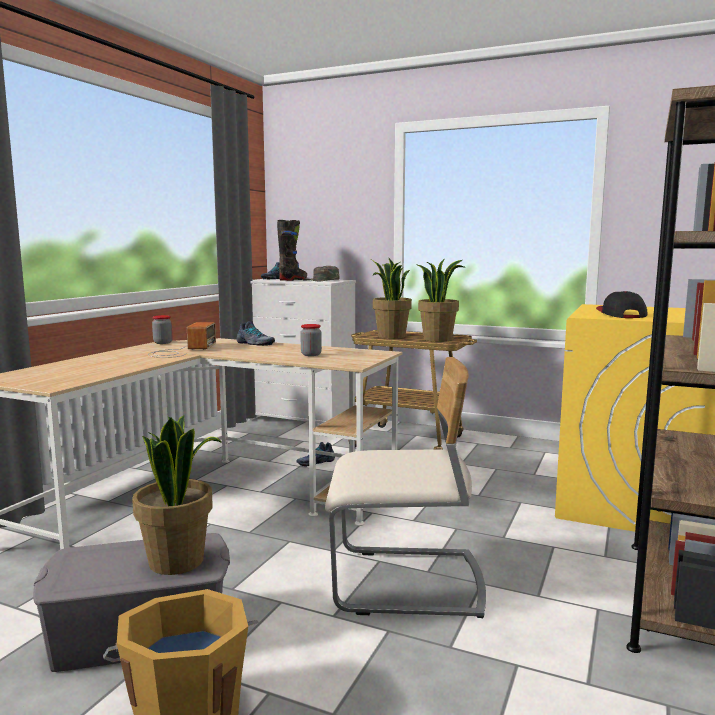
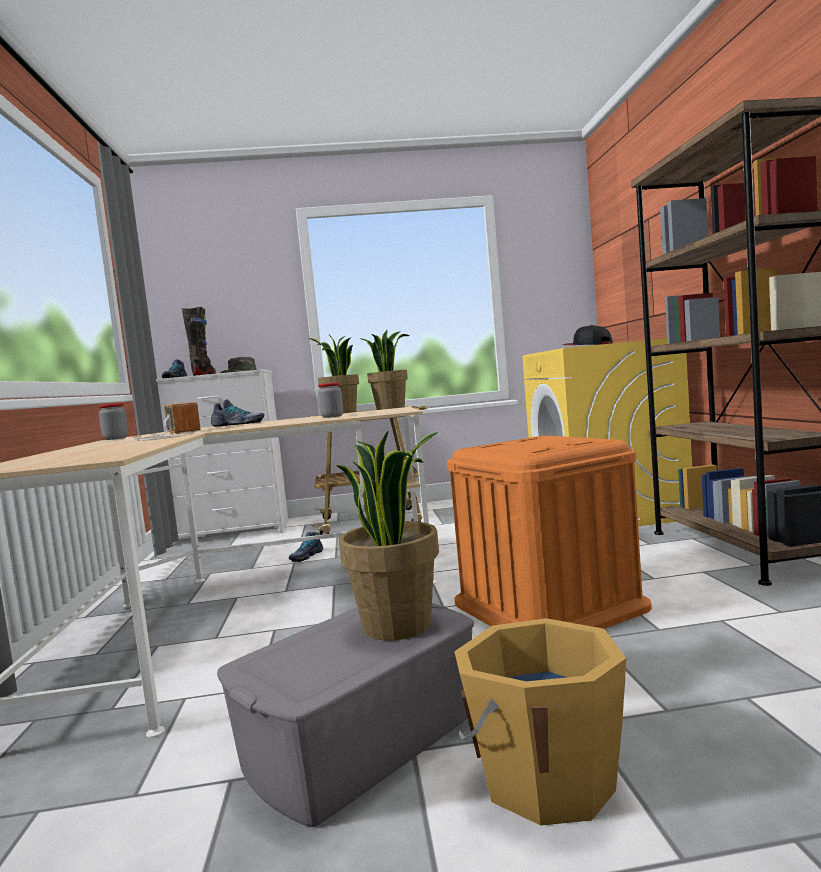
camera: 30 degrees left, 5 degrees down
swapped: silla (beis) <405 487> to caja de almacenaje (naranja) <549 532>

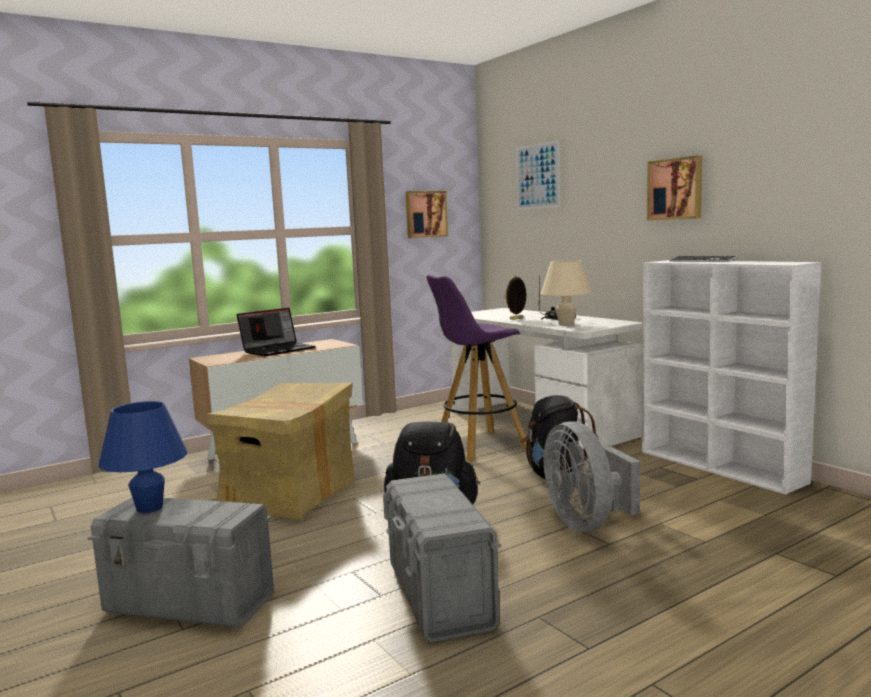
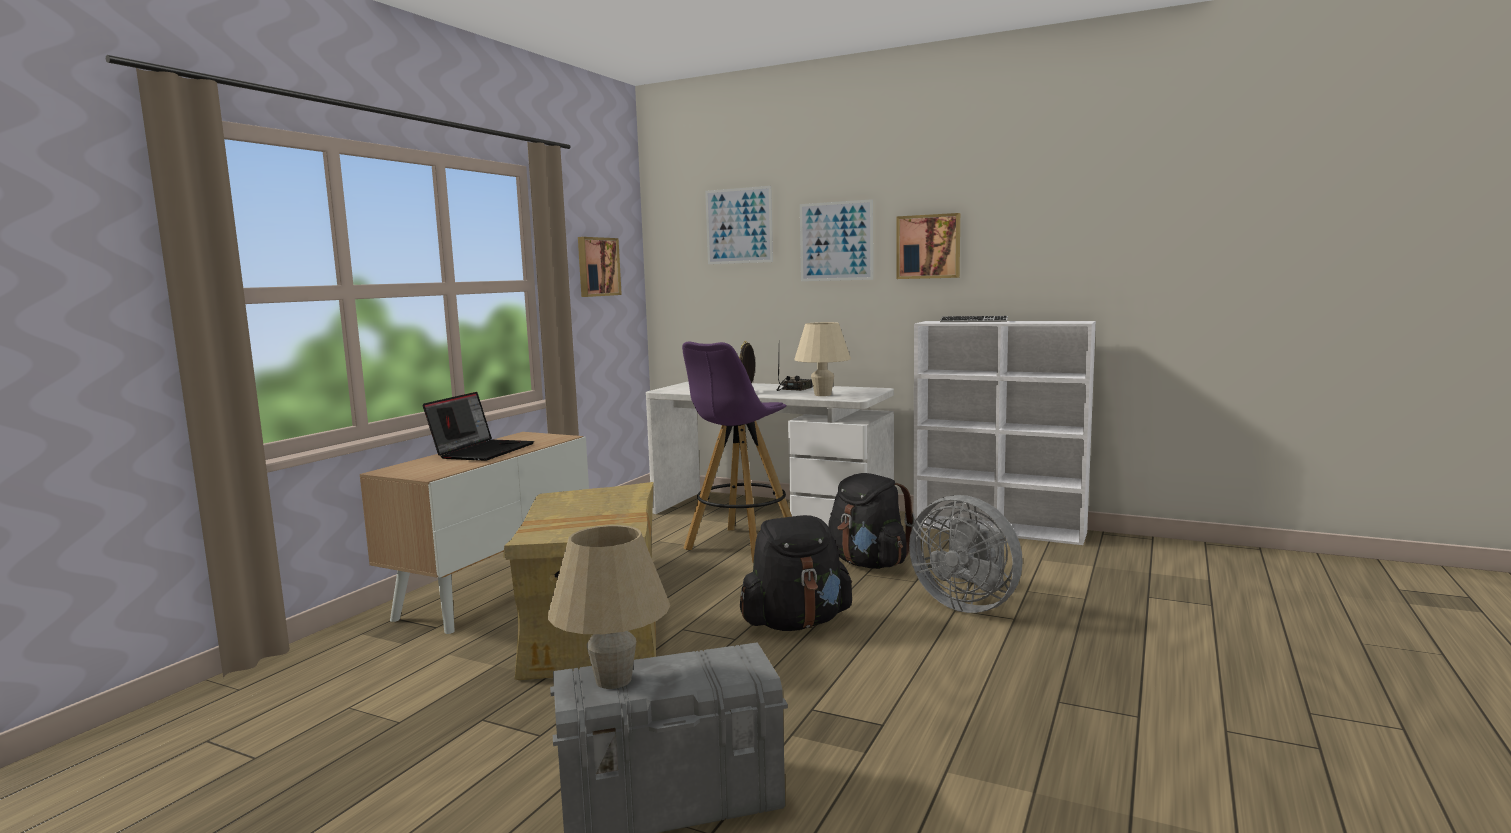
camera: 30 degrees left, 0 degrees up
gone: caja de almacenaje (gris) <442 558>
new: cuadro <836 240>
repainted: lámpara de mesa (azul) <142 457> to lámpara de mesa (beis) <609 607>

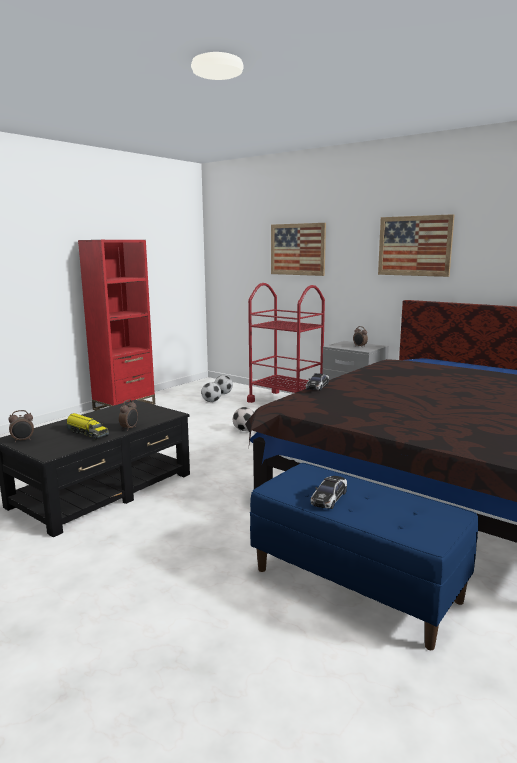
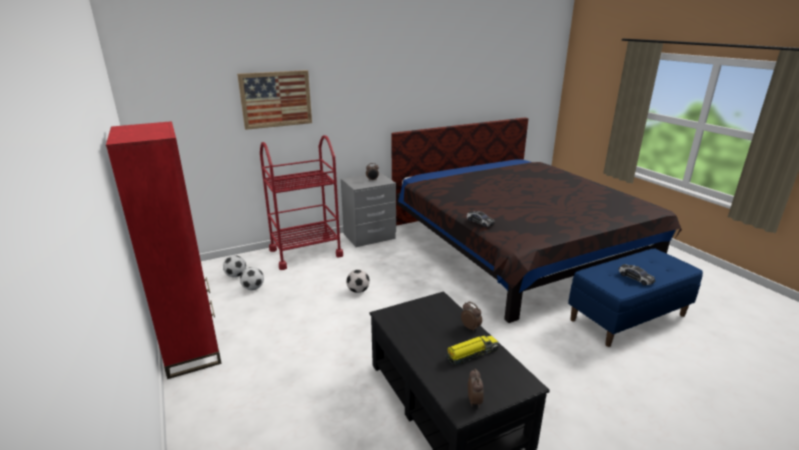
camera: 65 degrees left, 10 degrees up
gone: cuadro <416 245>

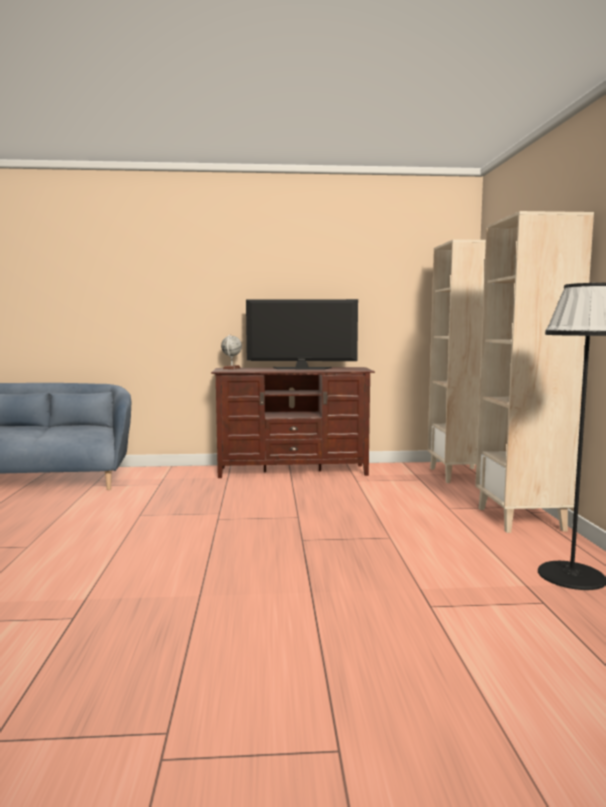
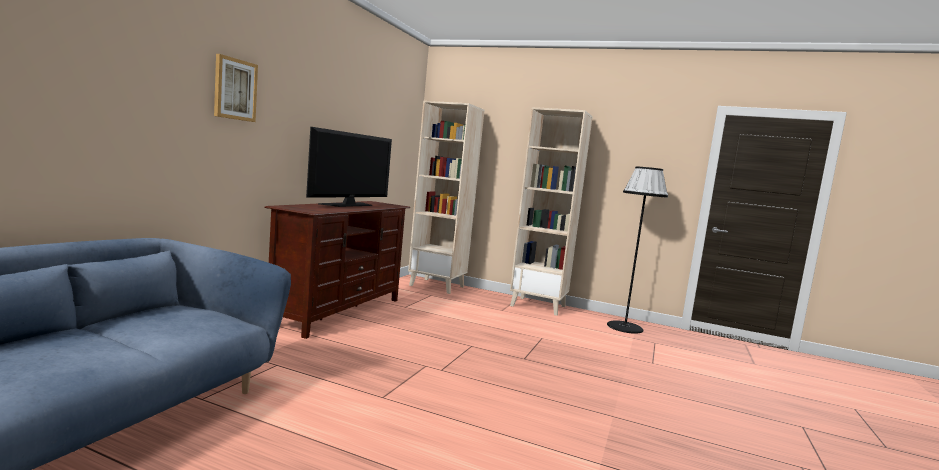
camera: 65 degrees left, 0 degrees up
gone: globo terráqueo <231 352>
new: cuadro <236 88>

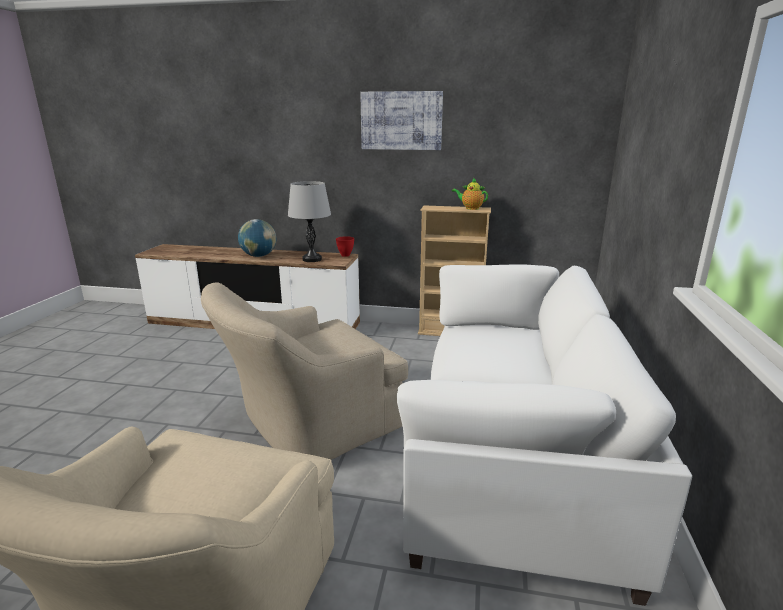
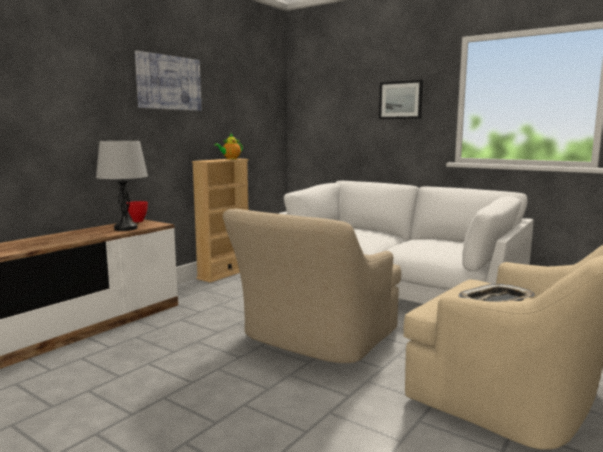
camera: 65 degrees left, 10 degrees down
gone: globo terráqueo <257 238>
new: cuadro <401 99>; bandeja <496 293>
rotated: sillón (beis) <304 371> = <312 286> 45 degrees clockwise

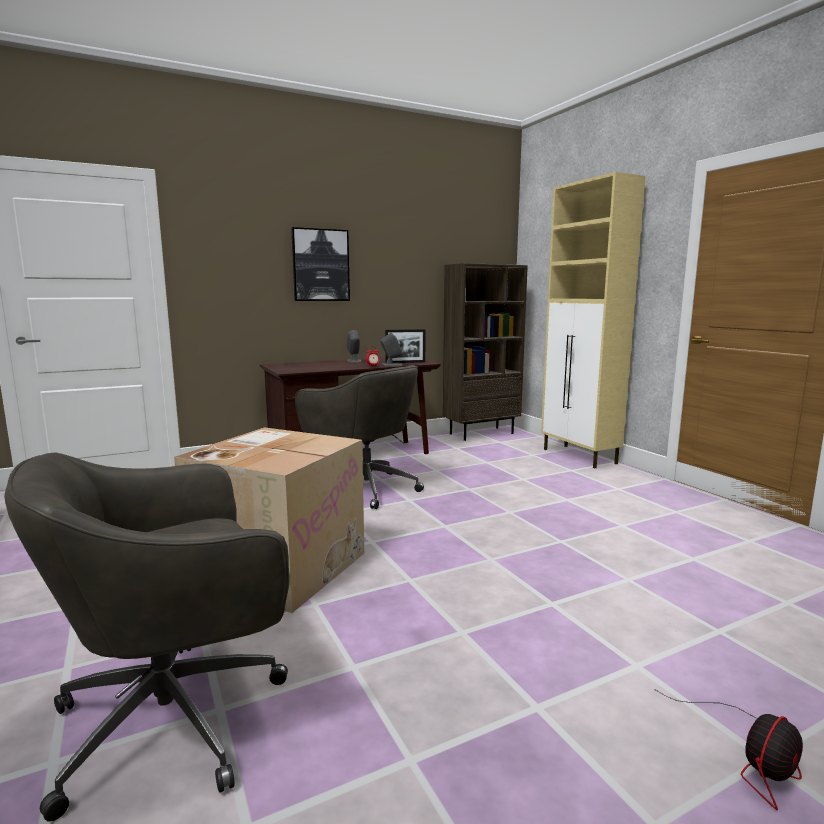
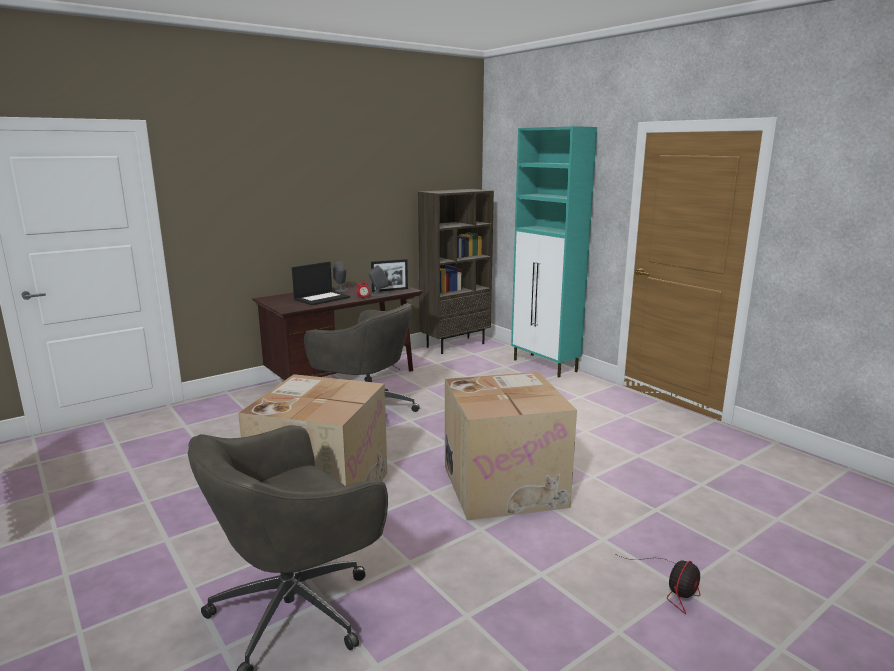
camera: 10 degrees left, 5 degrees up
gone: cuadro <320 264>
new: portátil <321 283>; caja de cartón <511 446>
repainted: armario (beis) <593 320> to armario (turquesa) <554 251>

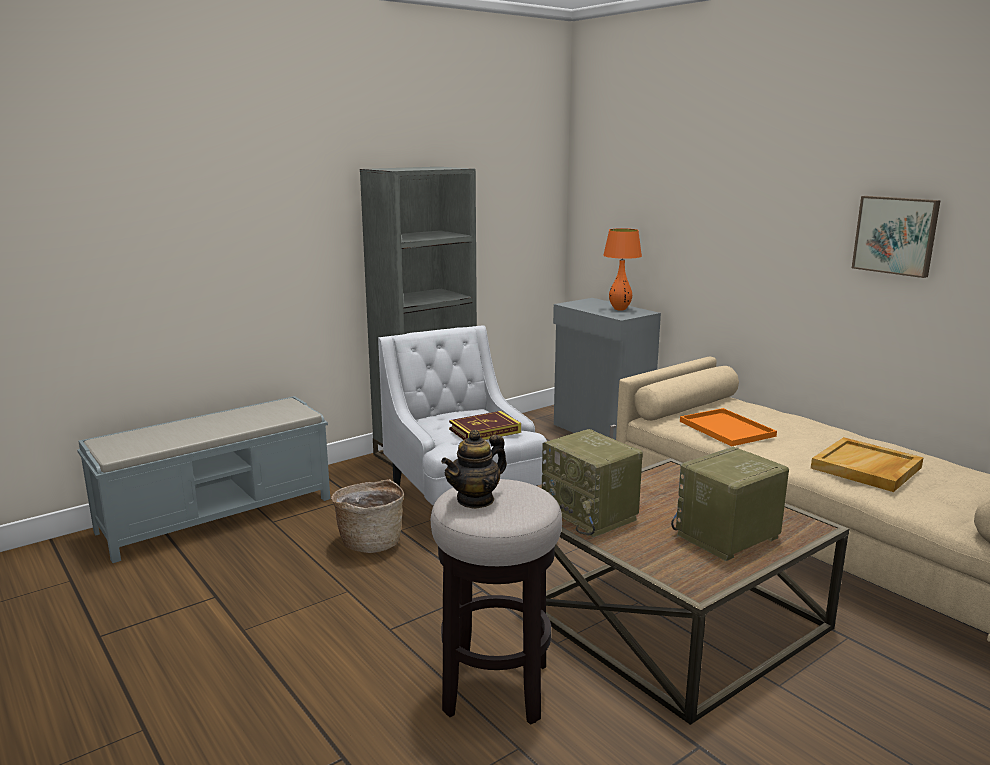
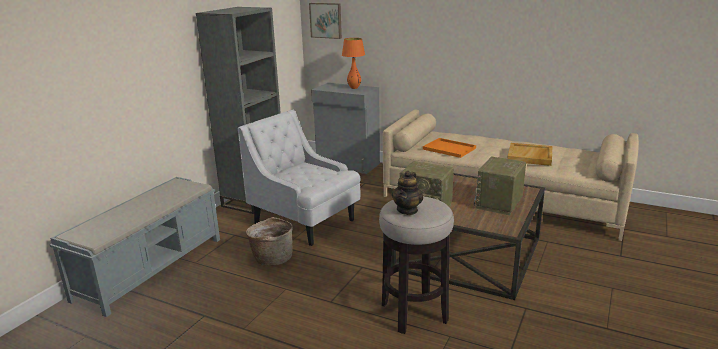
camera: 25 degrees left, 5 degrees up
gone: libro <485 425>
shifted: cuadro <896 237> to <325 21>

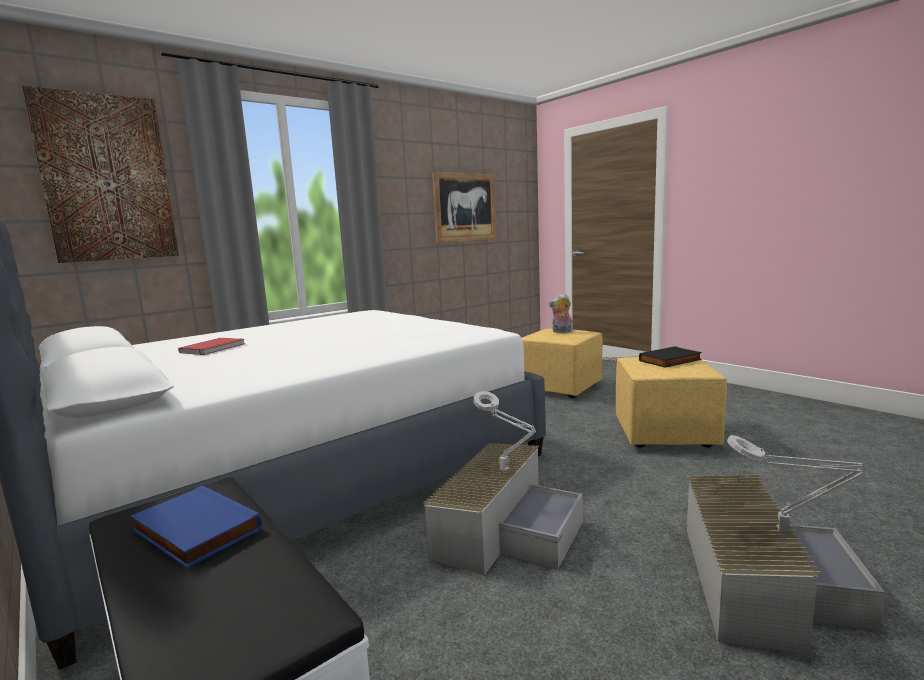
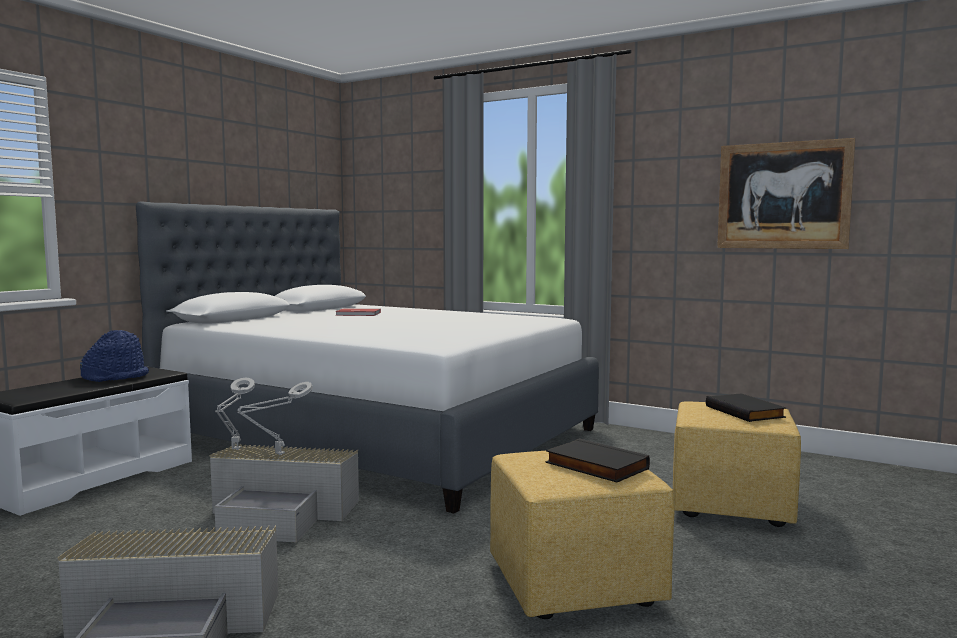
camera: 70 degrees right, 5 degrees down
gone: cuadro <100 174>
shifted: lámpara de mesa (gris) <797 484> to <235 414>
swapped: libro (azul) <196 526> to sombrero (azul) <114 356>; peluche <560 313> to libro (negro) <746 407>

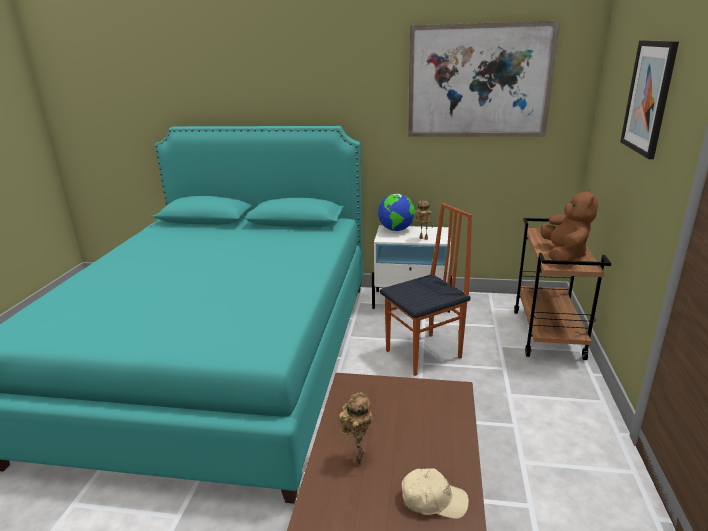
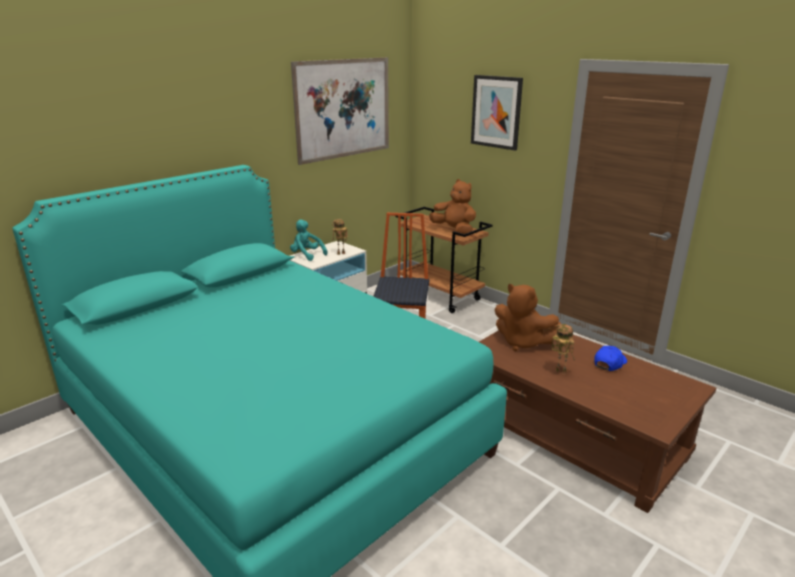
camera: 55 degrees left, 0 degrees up
new: peluche (marrón) <528 317>
swapped: globo terráqueo <396 212> to peluche (turquesa) <308 240>
repainted: gorra (beis) <435 493> to gorra (azul) <610 358>

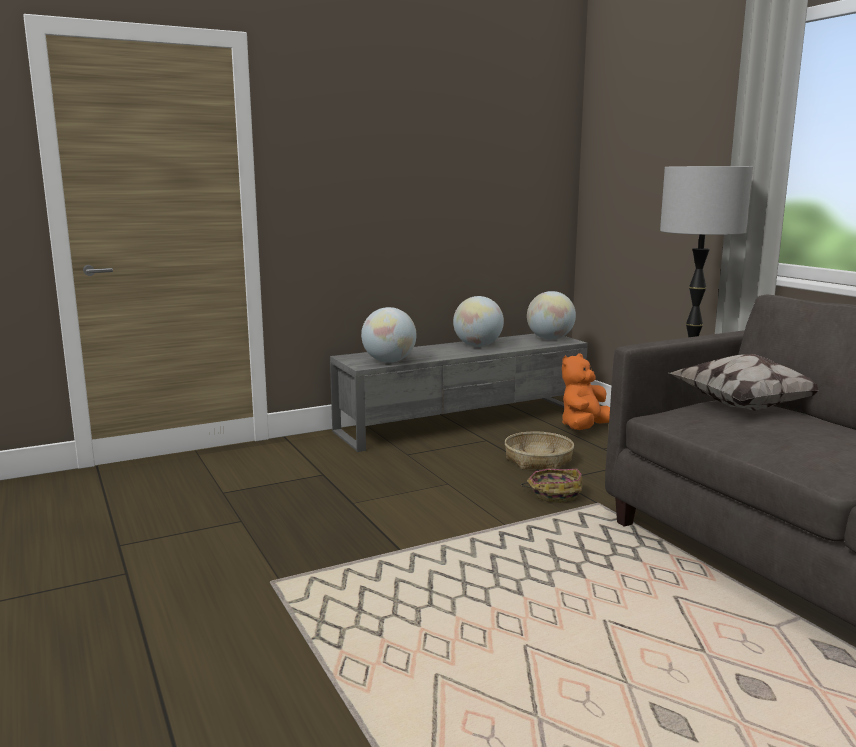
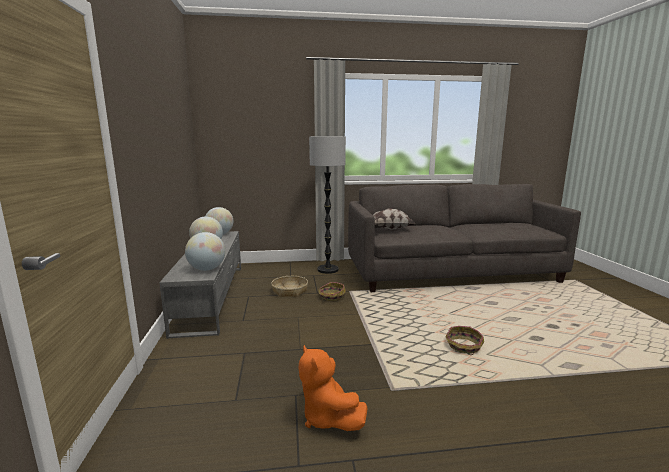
camera: 70 degrees left, 0 degrees up
new: cesta <464 340>
shifted: peluche (naranja) <586 391> to <333 388>

